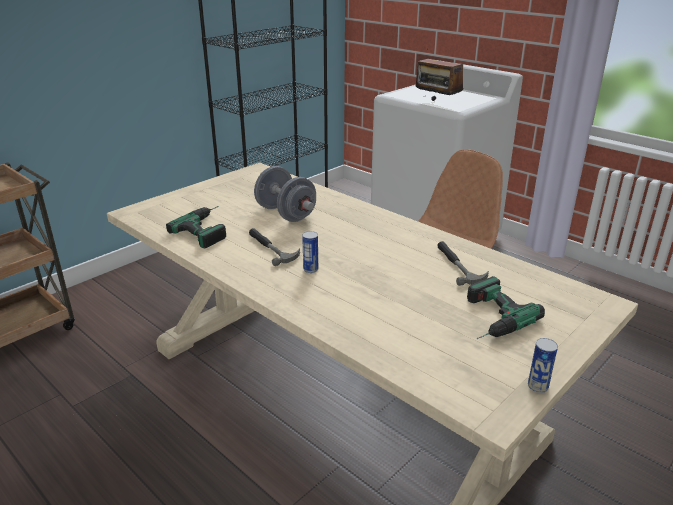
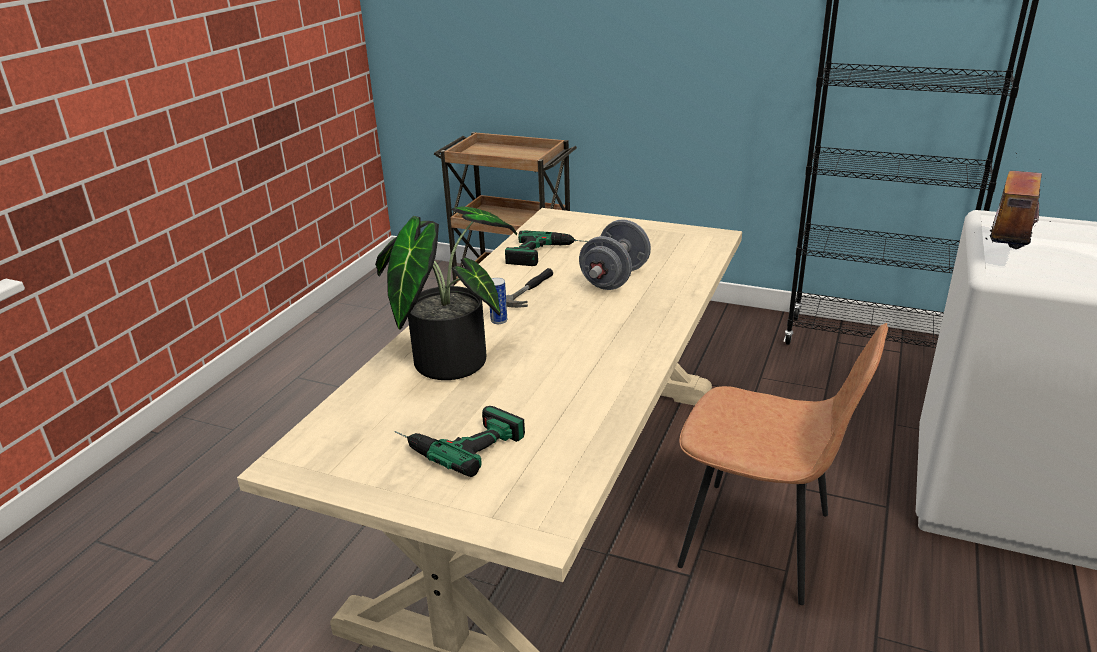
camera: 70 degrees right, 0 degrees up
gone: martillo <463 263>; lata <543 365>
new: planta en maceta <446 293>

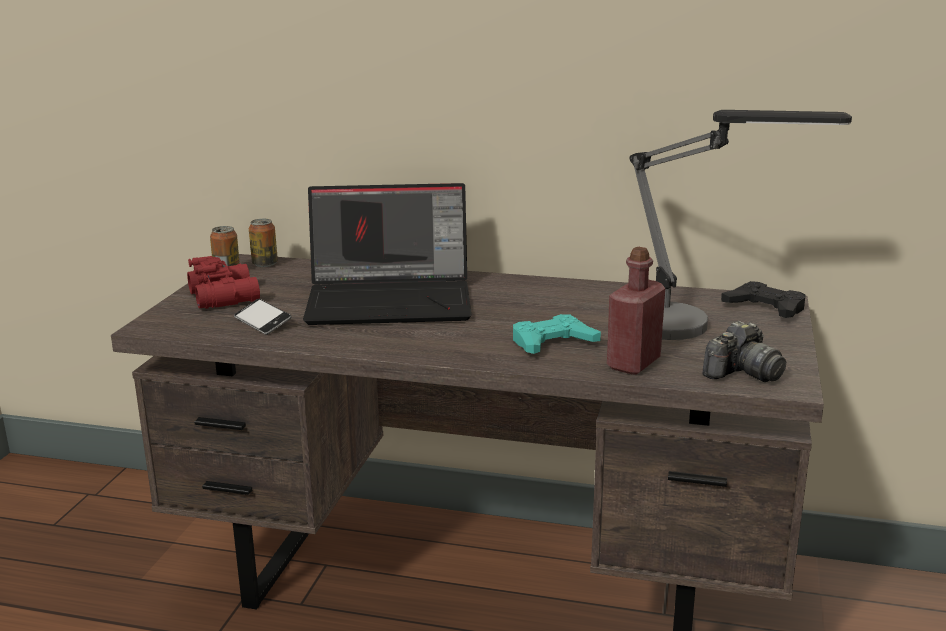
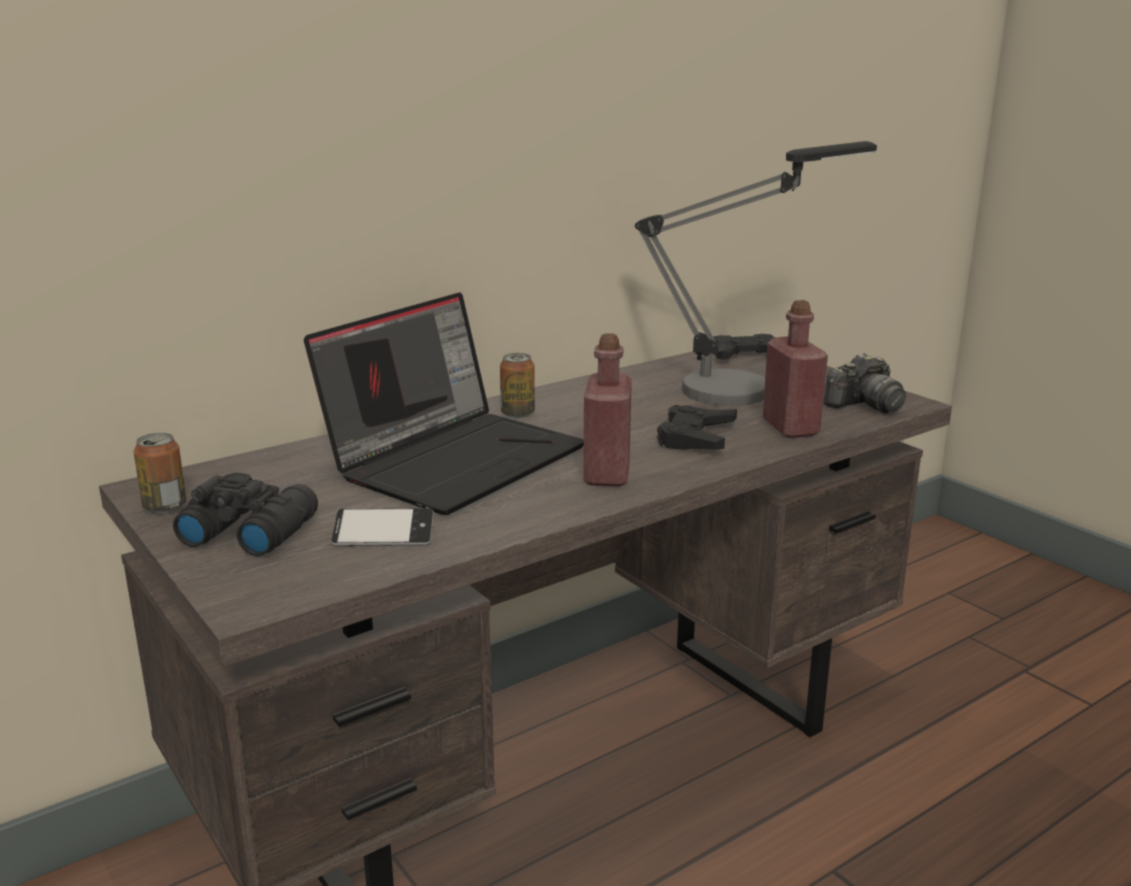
camera: 50 degrees left, 0 degrees up
new: botella (rojo) <607 409>
shifted: lata <263 243> to <517 385>
repainted: prismáticos (rojo) <223 282> to prismáticos (negro) <245 514>; mando de consola (turquesa) <557 334> to mando de consola (negro) <697 427>
rotated: cámara <744 351> = <864 383> 60 degrees clockwise

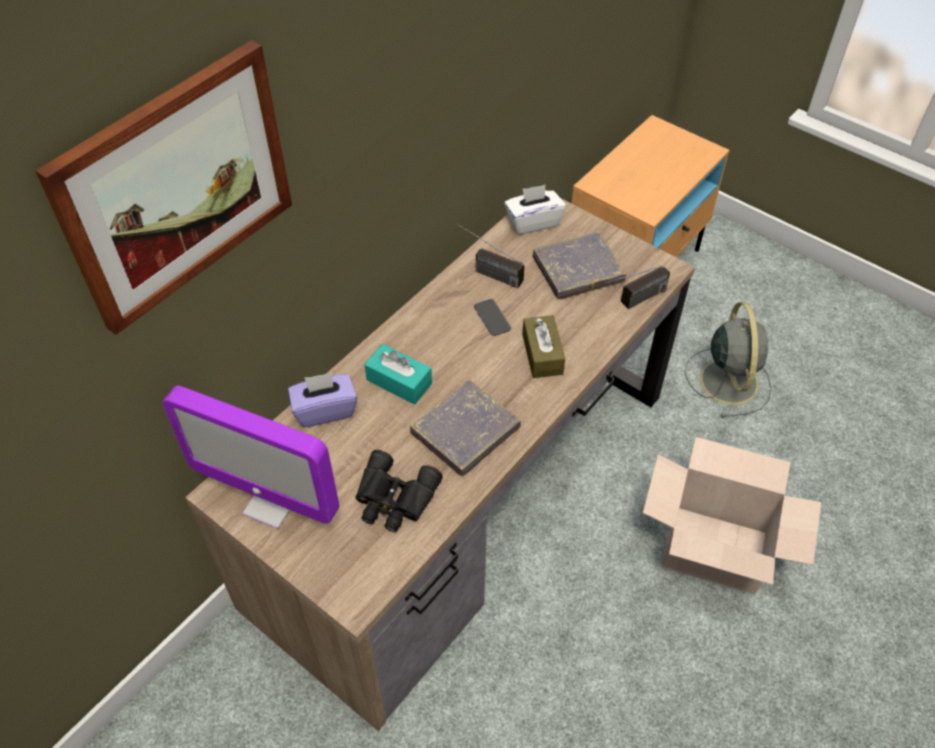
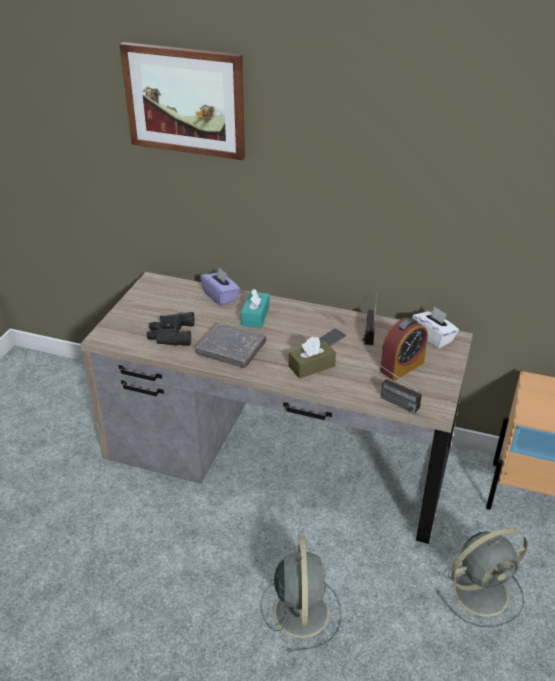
camera: 70 degrees right, 15 degrees down
gone: monitor <250 457>
swapped: libro (gris) <579 265> to despertador <404 349>; caja de cartón <732 515> to ventilador (gris) <301 594>

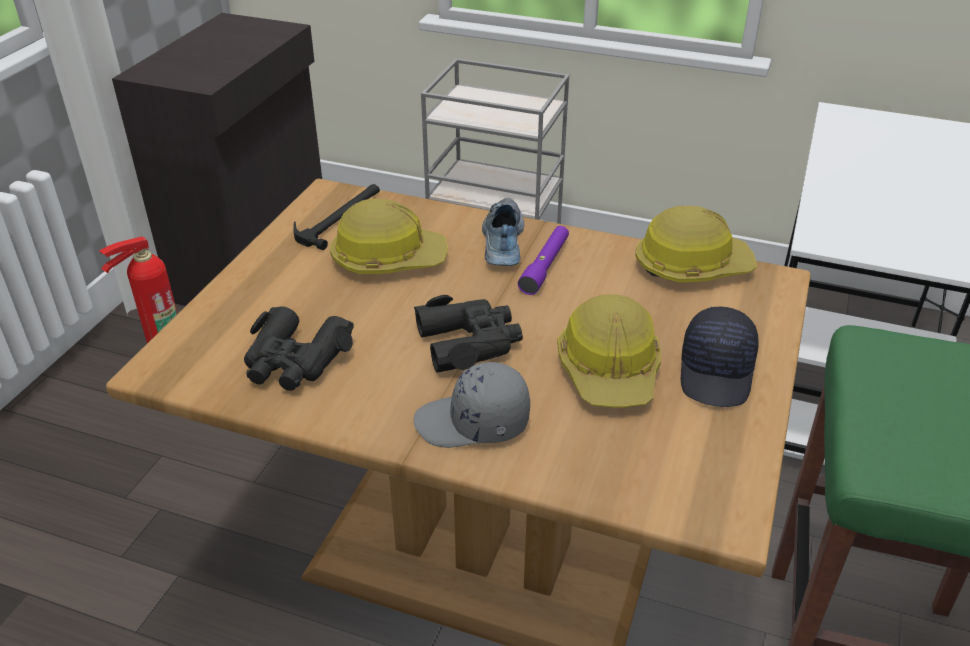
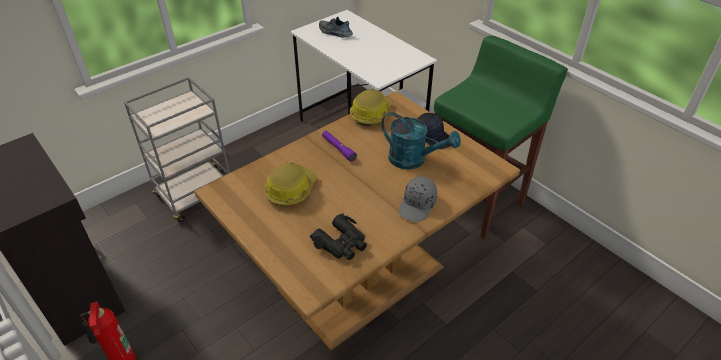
camera: 60 degrees left, 5 degrees up
gone: martillo <336 217>; prismáticos (negro) <468 334>
shifted: zapato <503 232> to <336 27>
swapped: casco <609 350> to regadera (turquesa) <421 141>

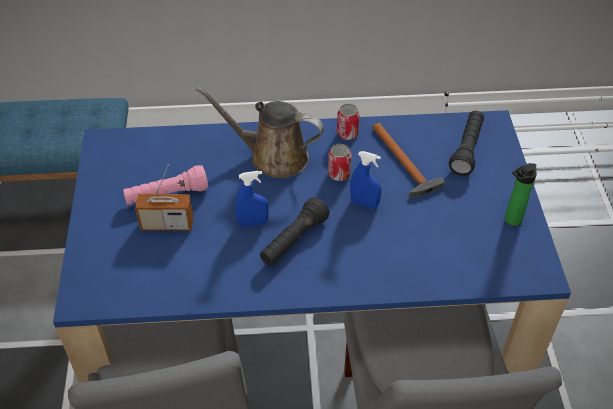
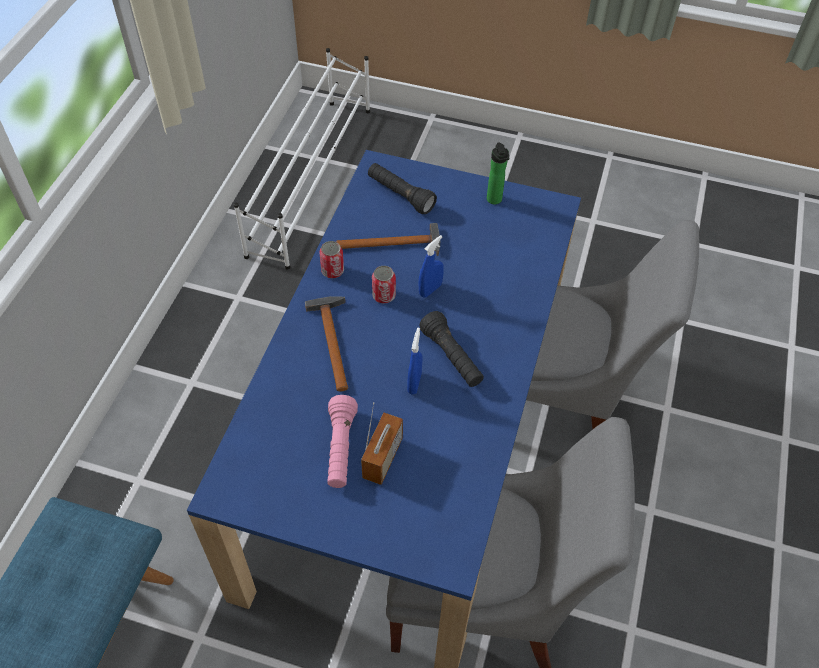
camera: 70 degrees left, 5 degrees up
swapped: regadera (marrón) <260 132> to martillo <326 344>

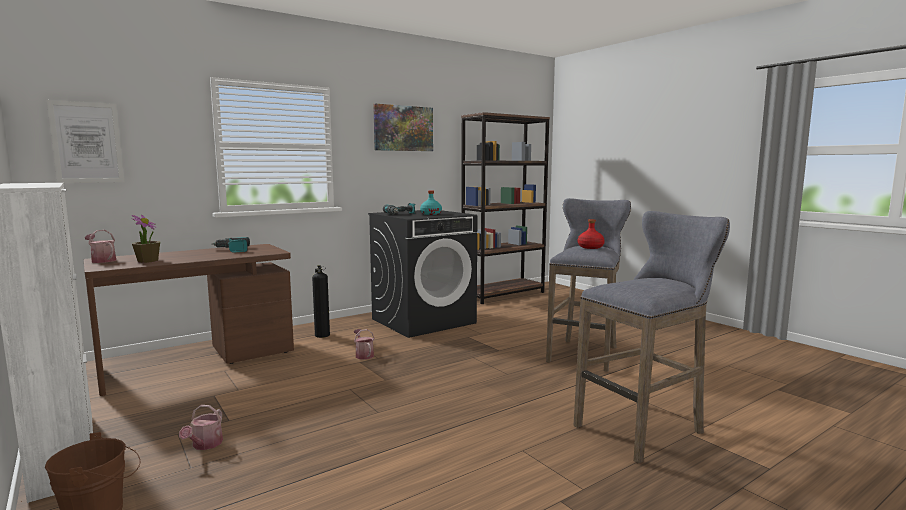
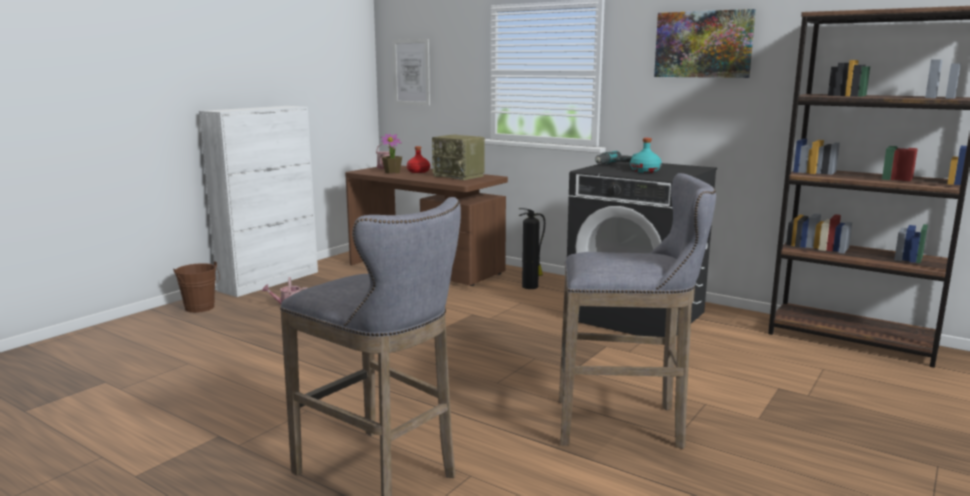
camera: 70 degrees right, 5 degrees up
gone: regadera <364 344>
shifted: botella (rojo) <591 234> to <418 159>
swapped: taladro <231 245> to radio <458 157>

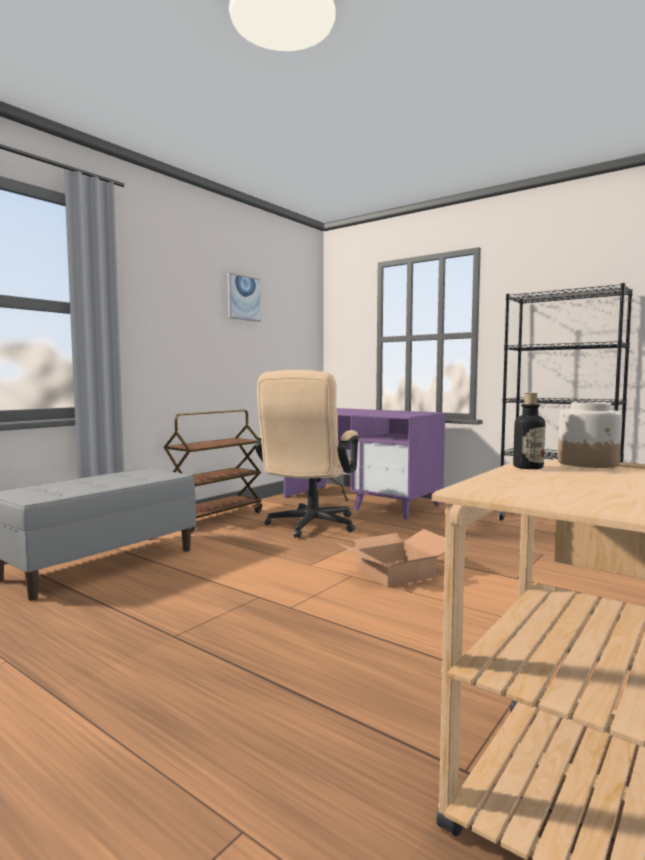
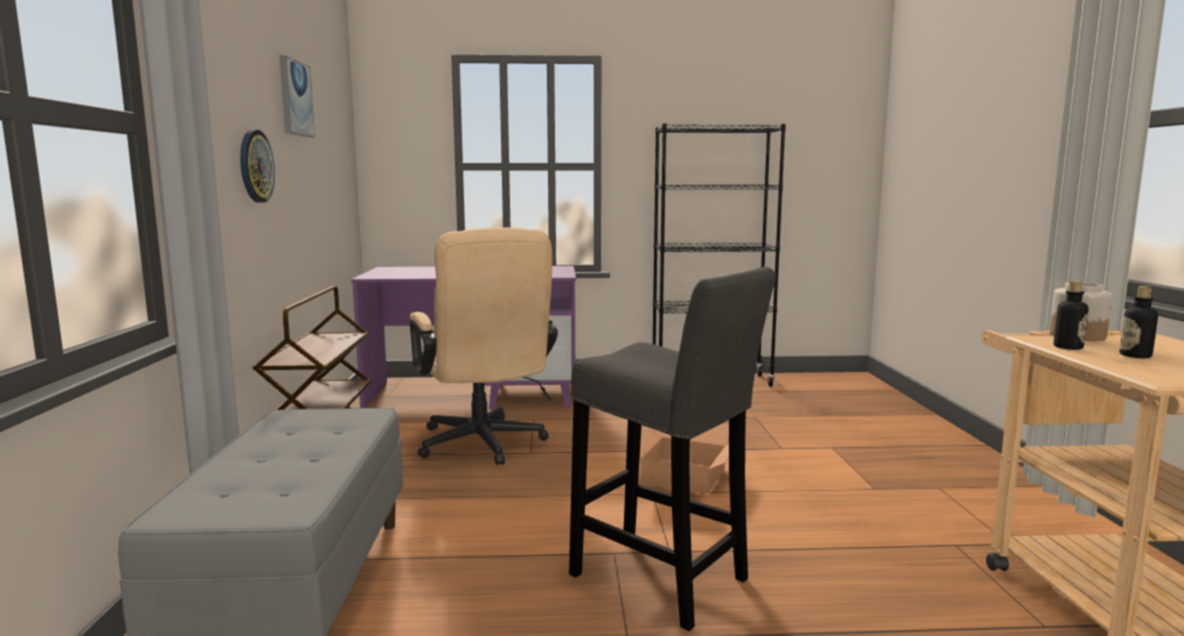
camera: 40 degrees left, 5 degrees up
new: reloj de pared <257 166>; taburete (gris) <672 449>; botella <1138 322>

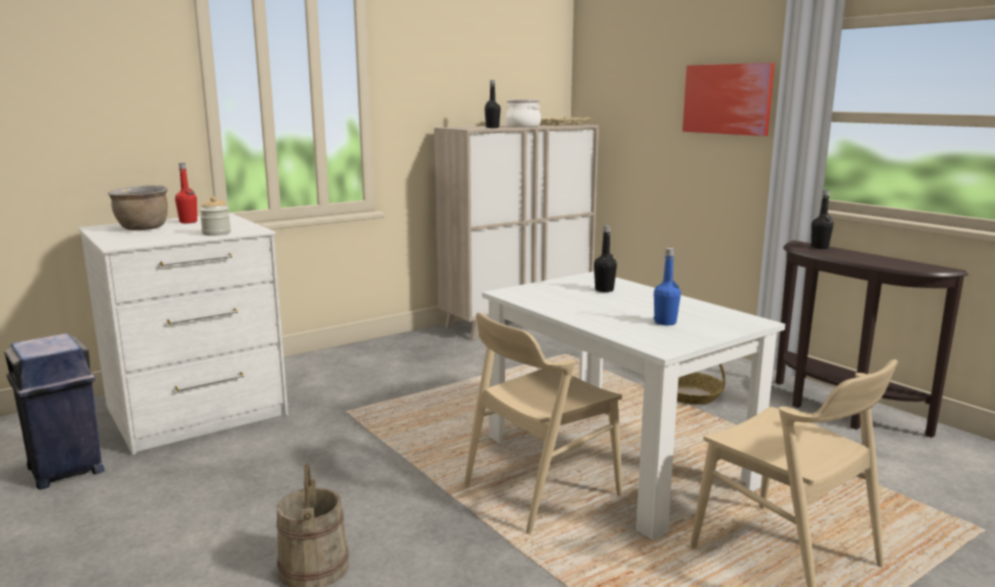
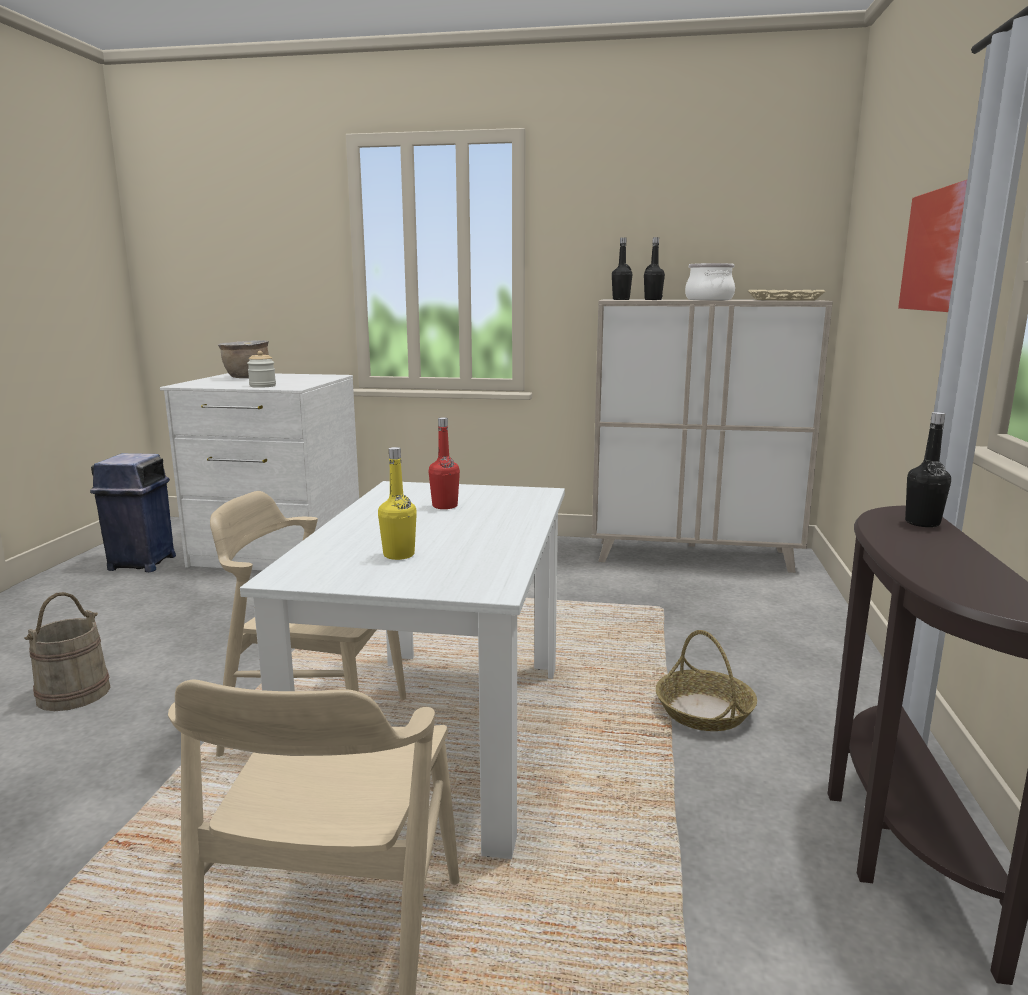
camera: 45 degrees right, 0 degrees up
shifted: botella (rojo) <186 193> to <444 463>; botella (negro) <605 258> to <622 269>
repainted: botella (azul) <667 286> to botella (amarillo) <397 503>

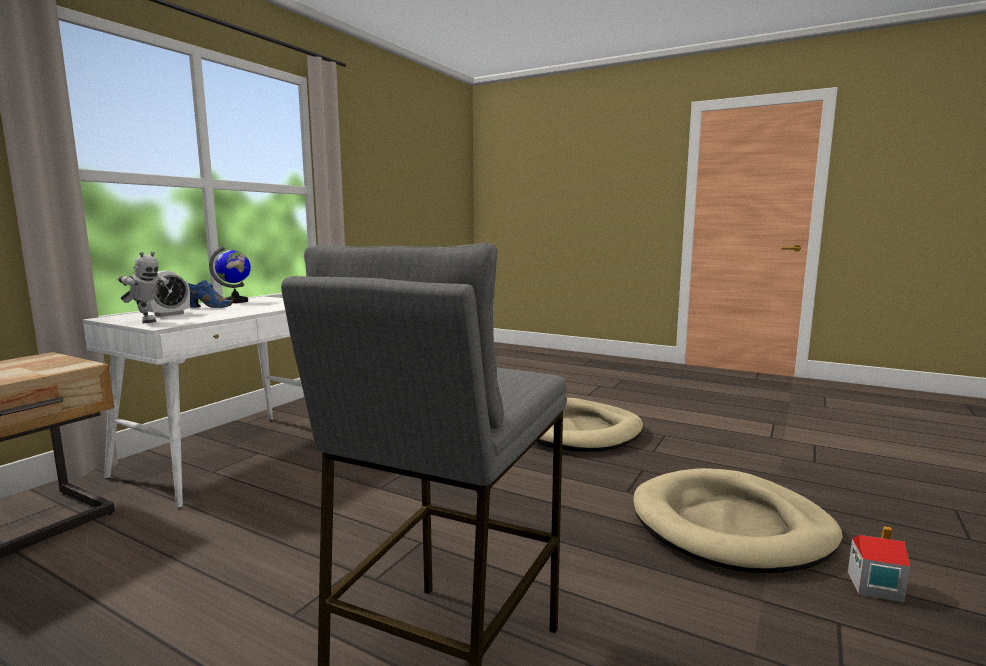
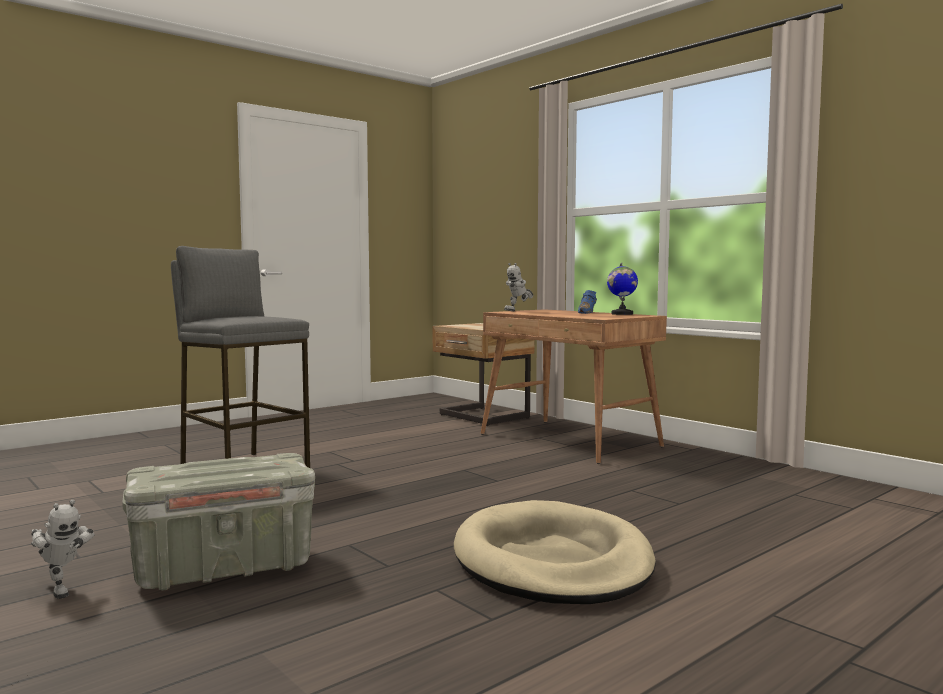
camera: 110 degrees right, 5 degrees down
gone: despertador <168 294>
swapped: cama para perro (beis) <738 520> to caja de almacenaje (gris) <218 522>; casita <879 564> to robot de juguete <63 549>
repainted: escritorio (blanco) <192 402> to escritorio (marrón) <574 386>

